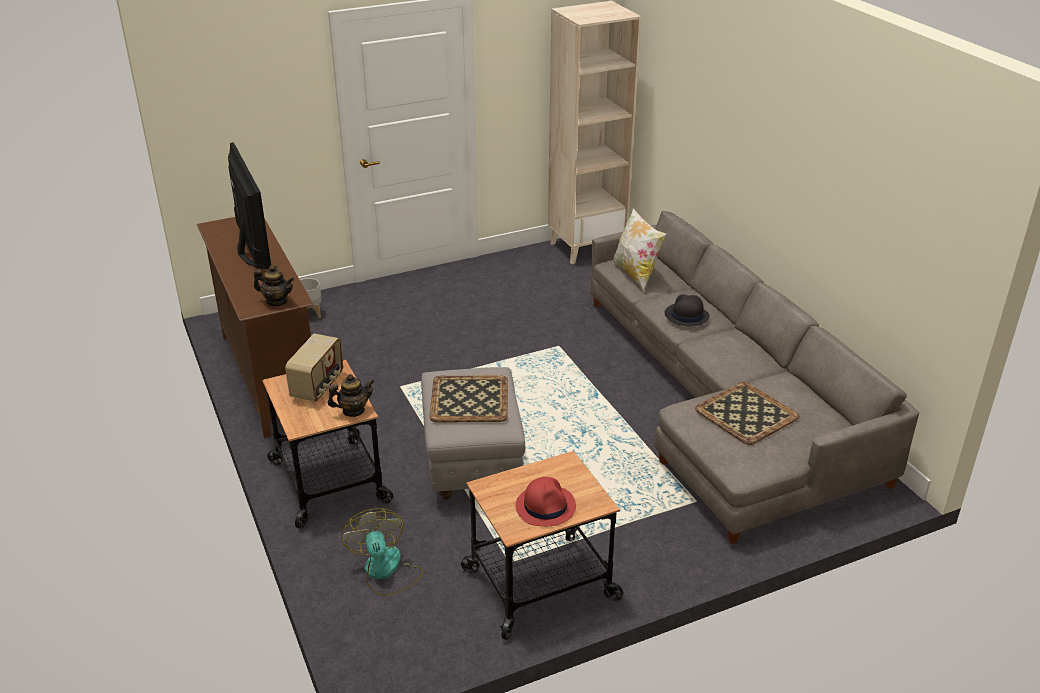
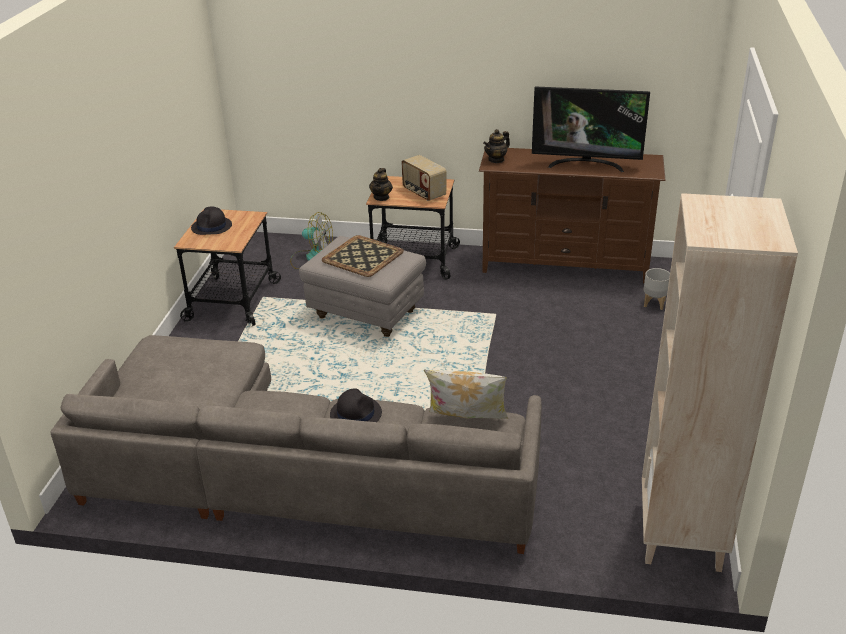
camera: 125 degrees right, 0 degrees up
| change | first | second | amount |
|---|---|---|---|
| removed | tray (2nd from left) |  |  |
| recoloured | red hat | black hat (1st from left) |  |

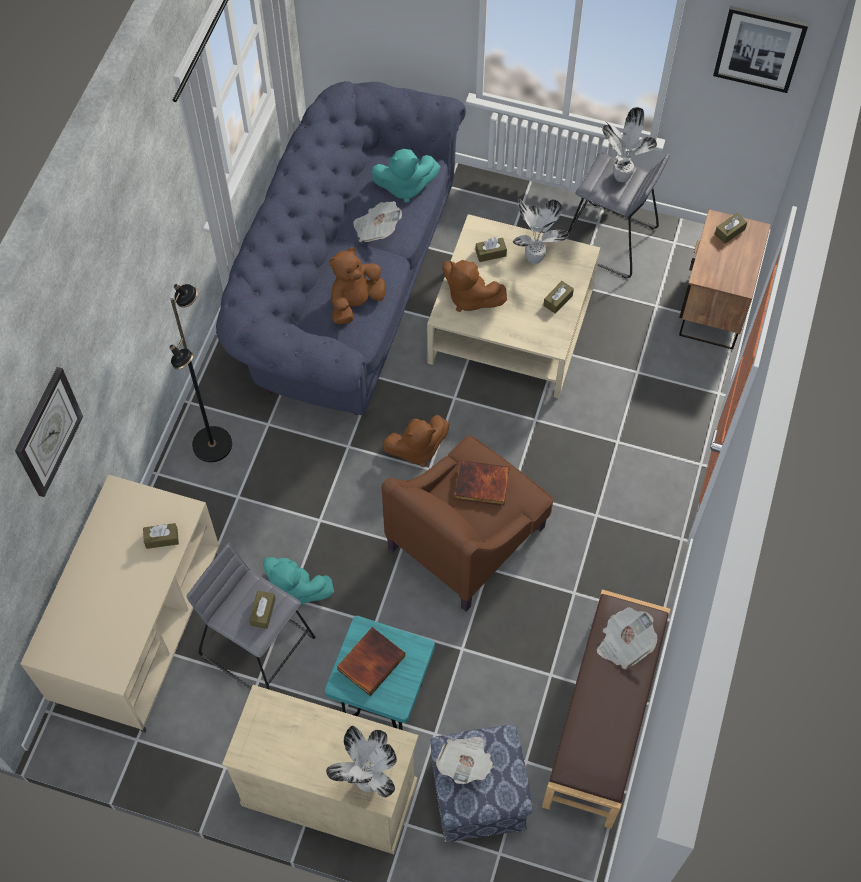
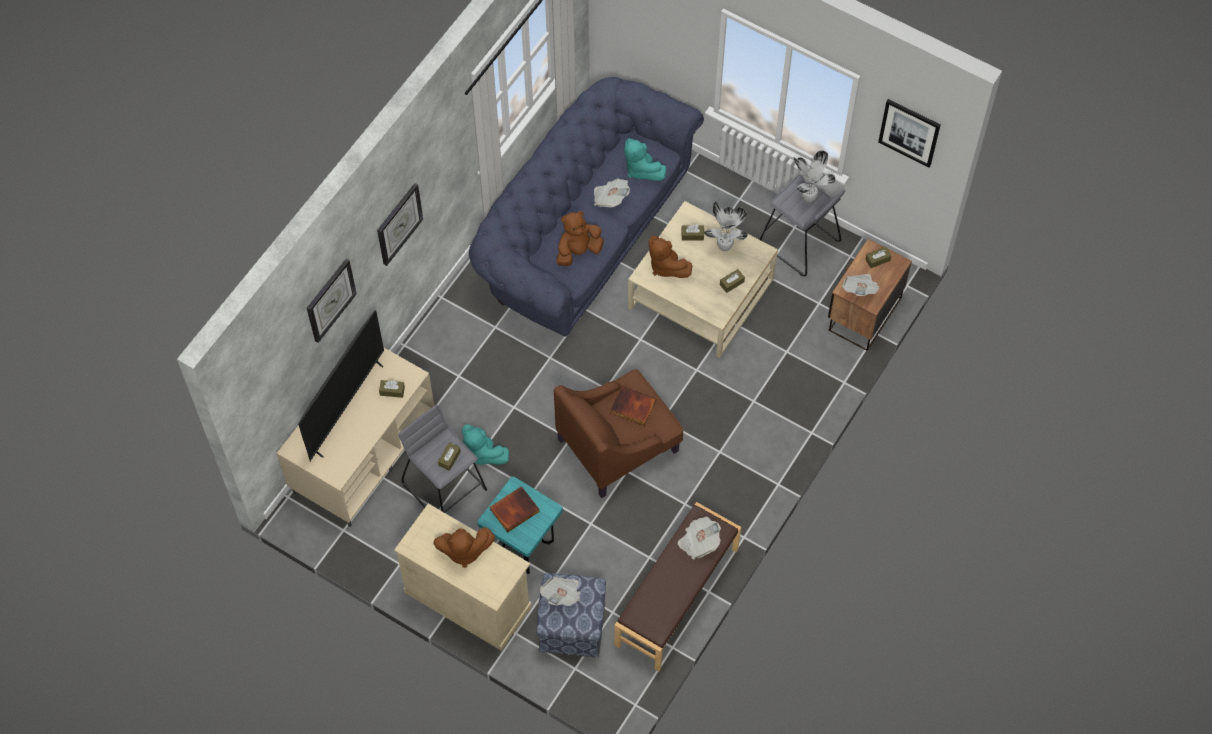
camera: 15 degrees right, 0 degrees up
| change | first | second | amount |
|---|---|---|---|
| turned | turquoise plush toy (2nd from left) |  | 45 degrees clockwise |
| removed | black floor lamp |  |  |
| moved | brown plush toy (2nd from left in the first image) | brown plush toy (1st from left) |  |
| removed | potted plant (1st from left) |  |  |
| added |  | wall clock (2nd from left) |  |
| added |  | newspaper (4th from left) |  |
| added |  | television |  |

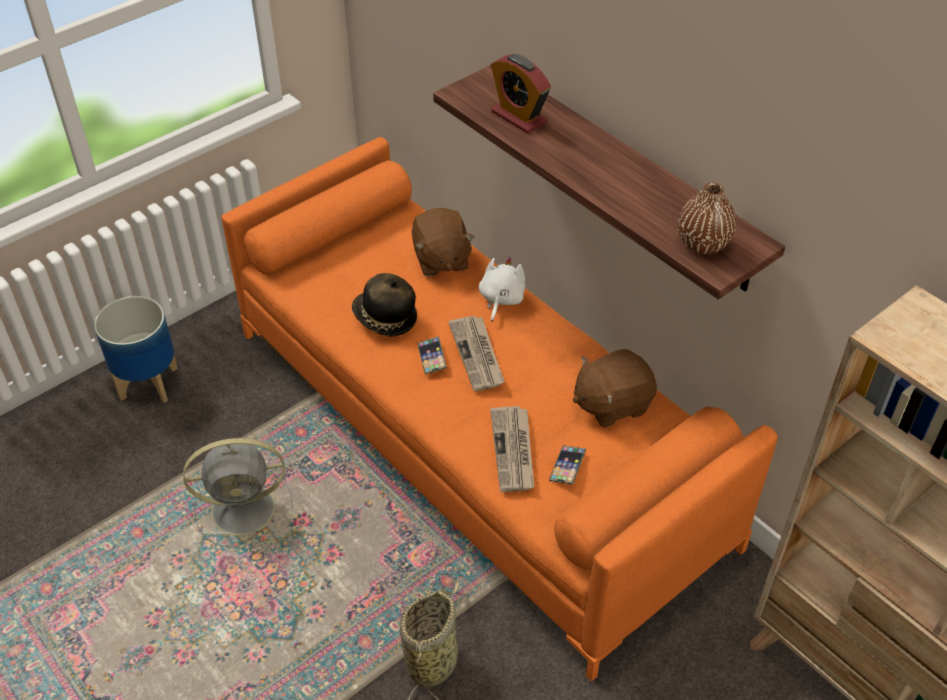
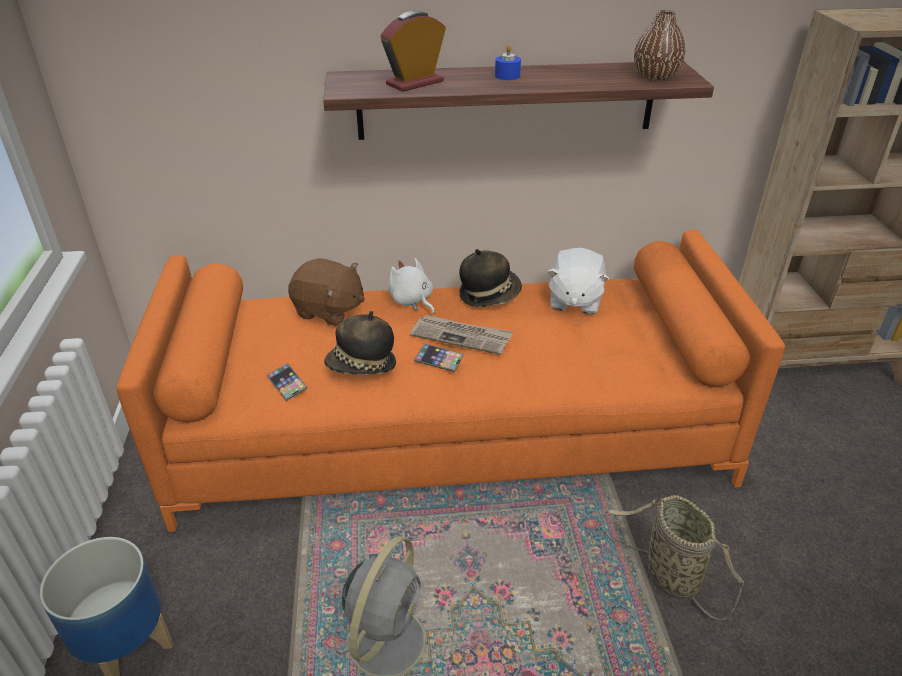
camera: 55 degrees left, 10 degrees down
| change | first | second | amount |
|---|---|---|---|
| turned | alarm clock |  | 150 degrees clockwise |
| recoloured | brown plush toy (2nd from left) | white plush toy (2nd from left) |  |
| removed | newspaper (2nd from left) |  |  |
| moved | phone (2nd from left in the first image) | phone (1st from left) |  |
| added |  | blue candle |  |
| added |  | hat (2nd from left) |  |

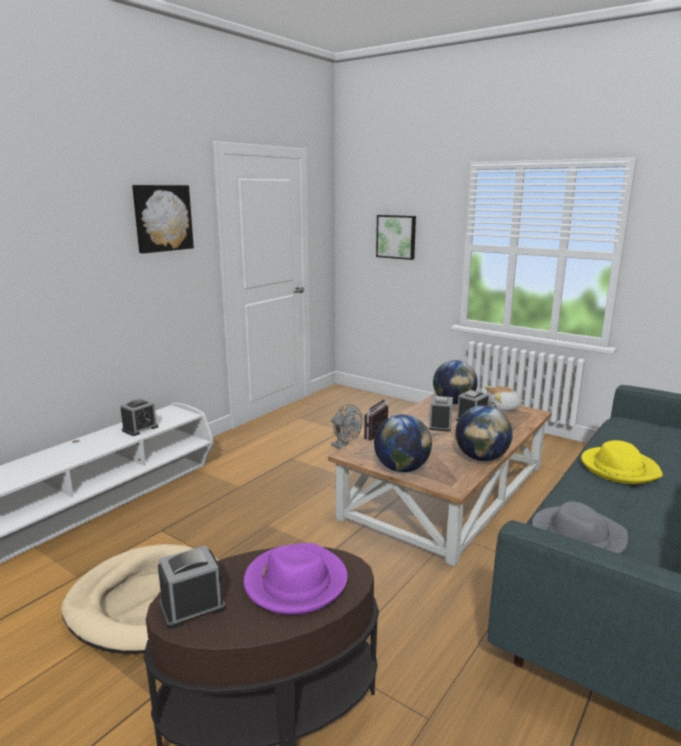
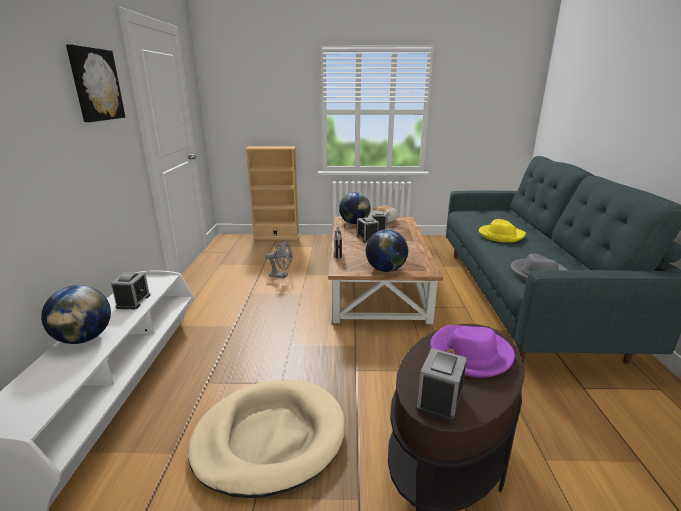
camera: 35 degrees left, 5 degrees up
| change | first | second | amount |
|---|---|---|---|
| removed | picture (2nd from left) |  |  |
| moved | globe (3rd from left in the first image) | globe (1st from left) |  |
| added |  | beige bookcase |  |

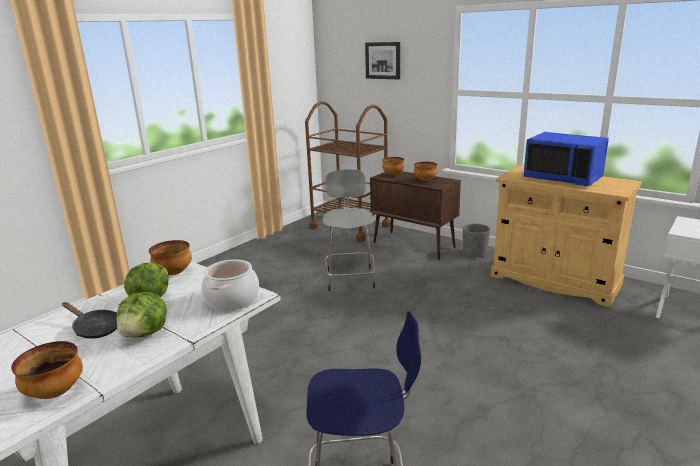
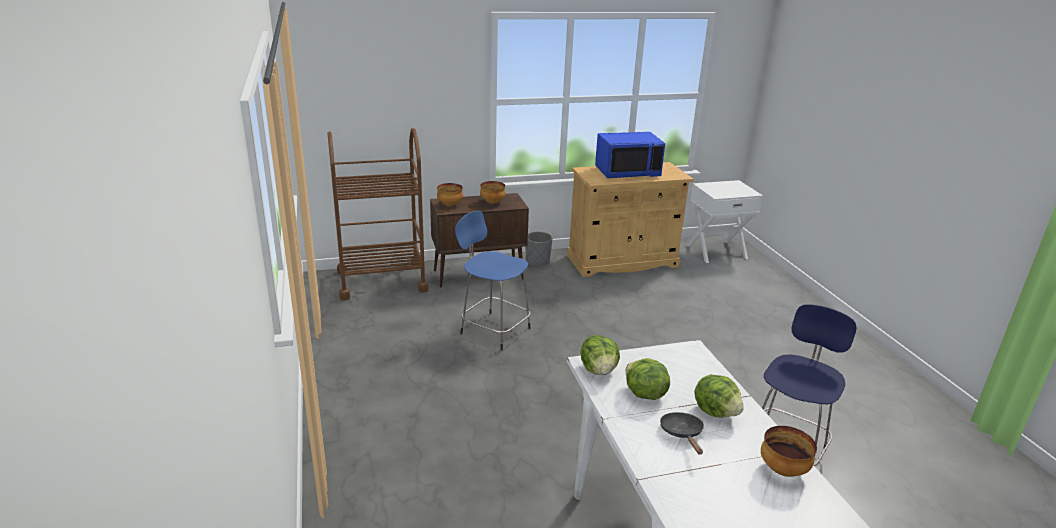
camera: 55 degrees left, 5 degrees up
| change | first | second | amount |
|---|---|---|---|
| removed | picture |  |  |
| recoloured | grey stool | blue stool (1st from left) |  |
| replaced | bowl (2nd from left) | lettuce (1st from left) |  |
| removed | cooking pot |  |  |
| turned | black frying pan |  | 75 degrees counterclockwise |

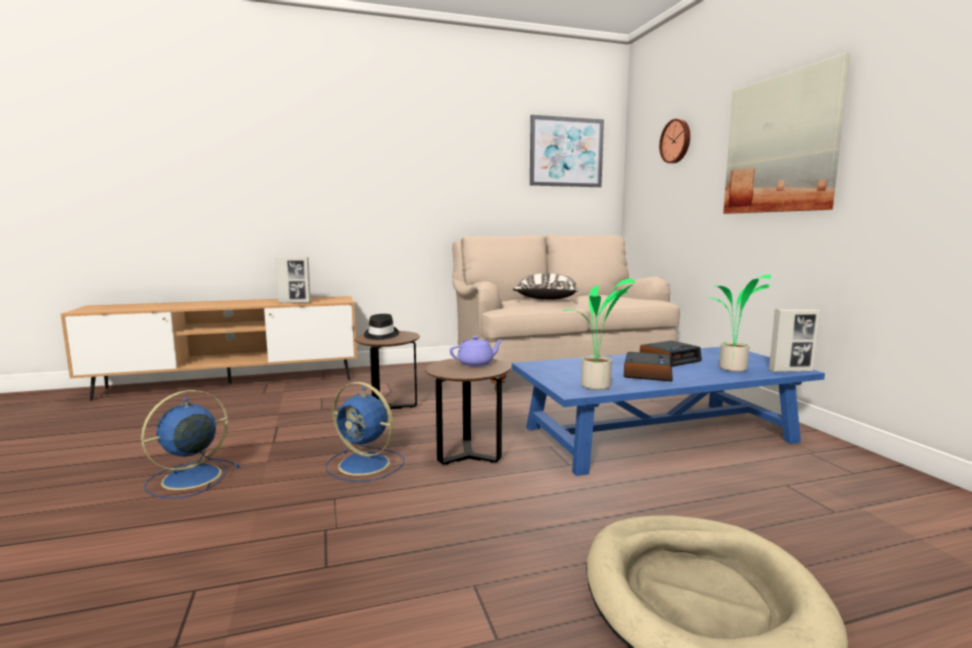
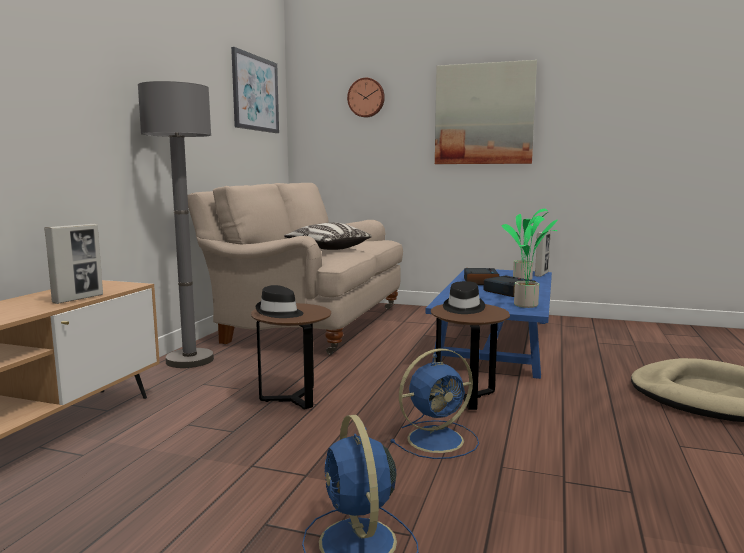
camera: 55 degrees left, 0 degrees up
| change | first | second | amount |
|---|---|---|---|
| replaced | purple teapot | black hat (2nd from left) |  |
| added |  | grey floor lamp |  |

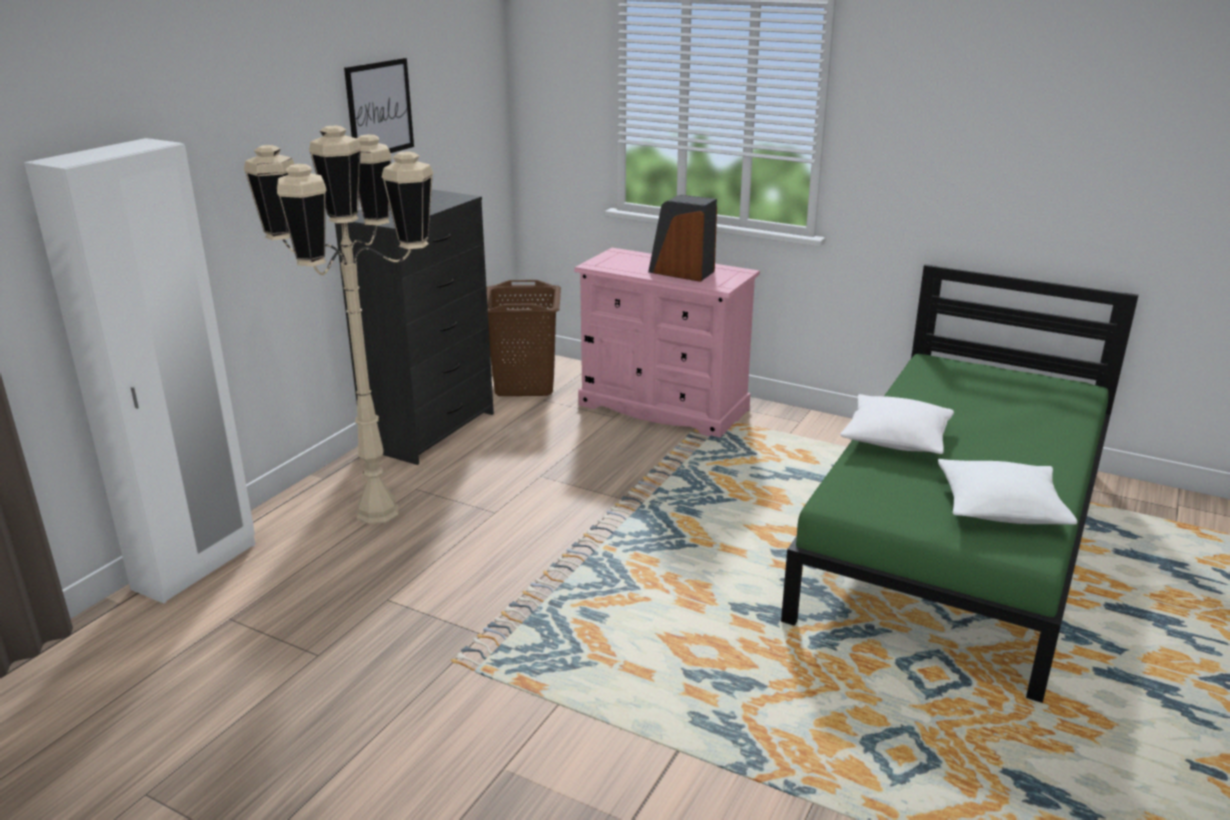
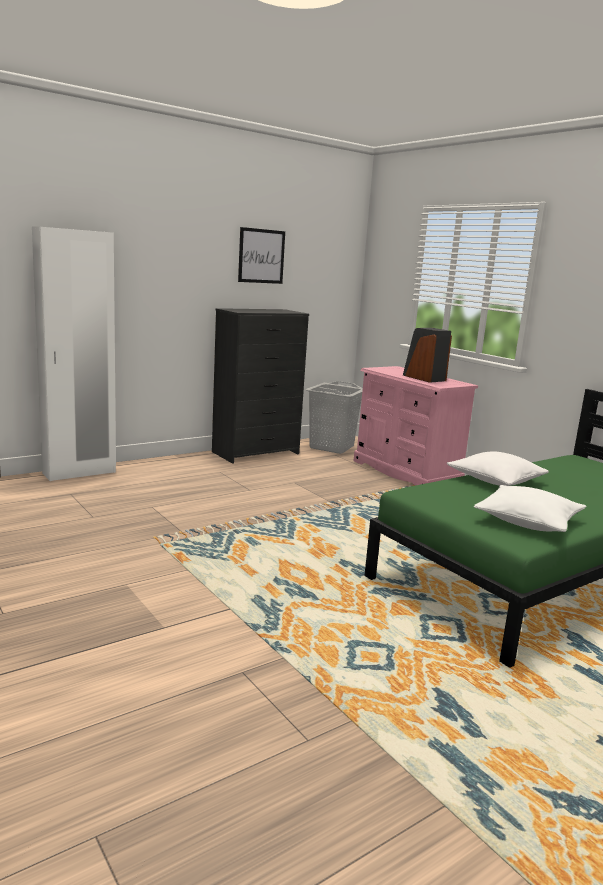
camera: 25 degrees right, 10 degrees down
| change | first | second | amount |
|---|---|---|---|
| removed | beige floor lamp |  |  |
| recoloured | brown laundry basket | grey laundry basket |  |

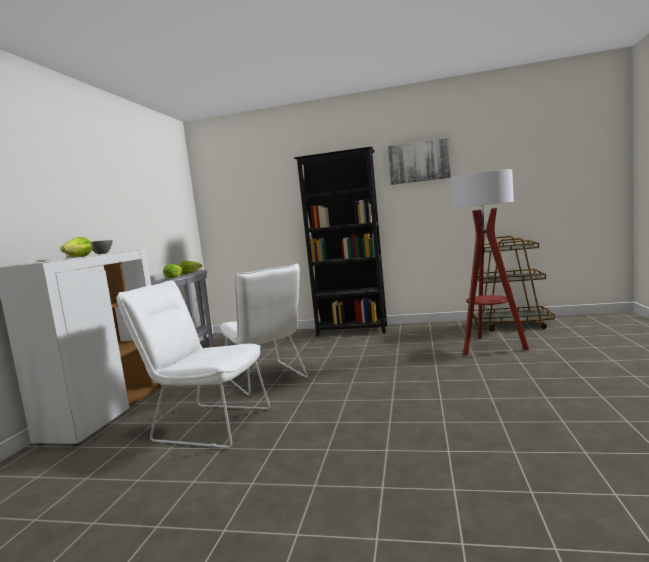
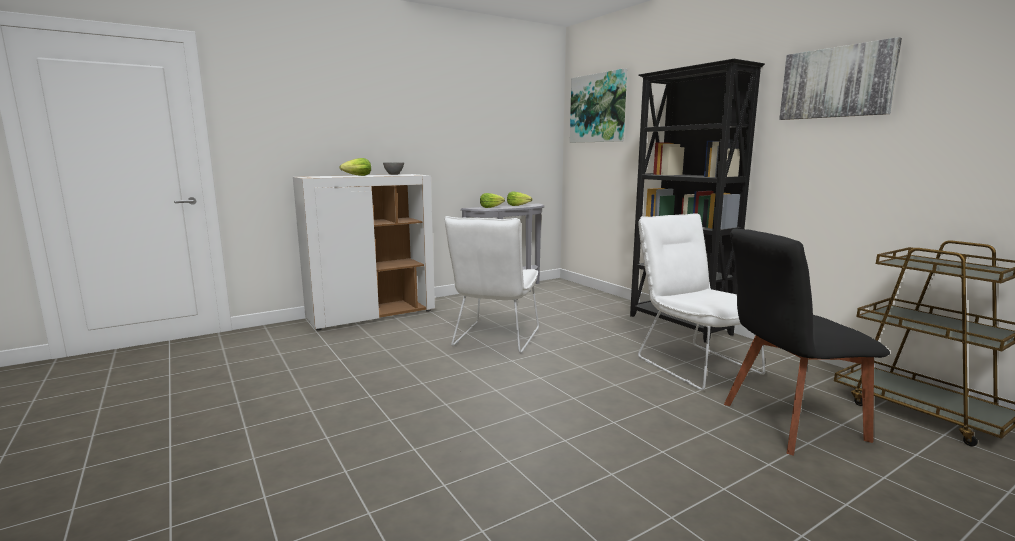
camera: 45 degrees right, 5 degrees up
| change | first | second | amount |
|---|---|---|---|
| replaced | floor lamp | black chair |  |
| moved | white chair (1st from left in the first image) | white chair (2nd from left) |  |
| added |  | picture (1st from left) |  |

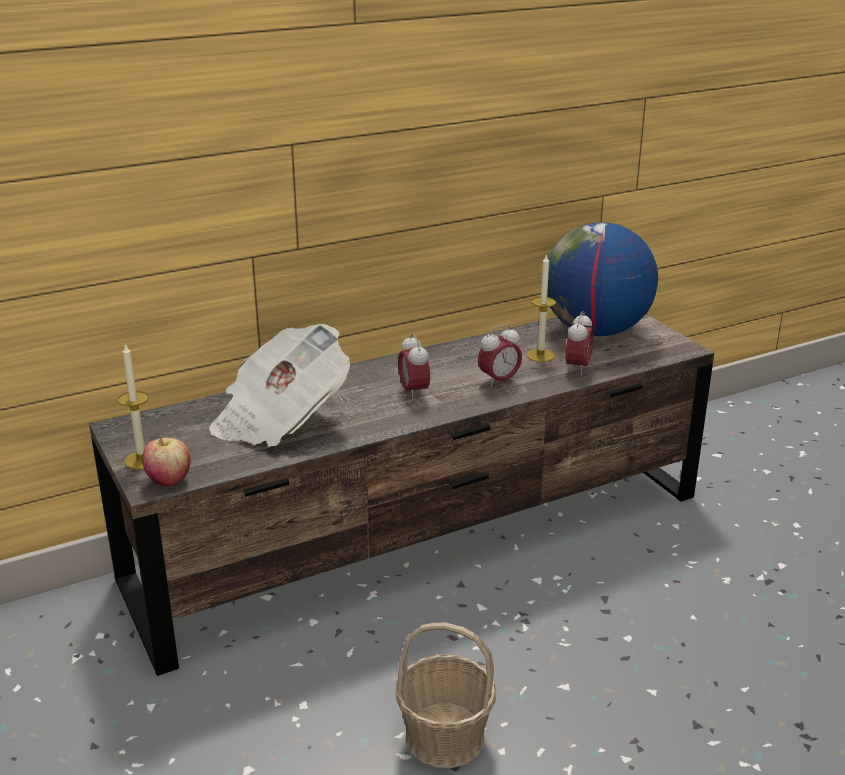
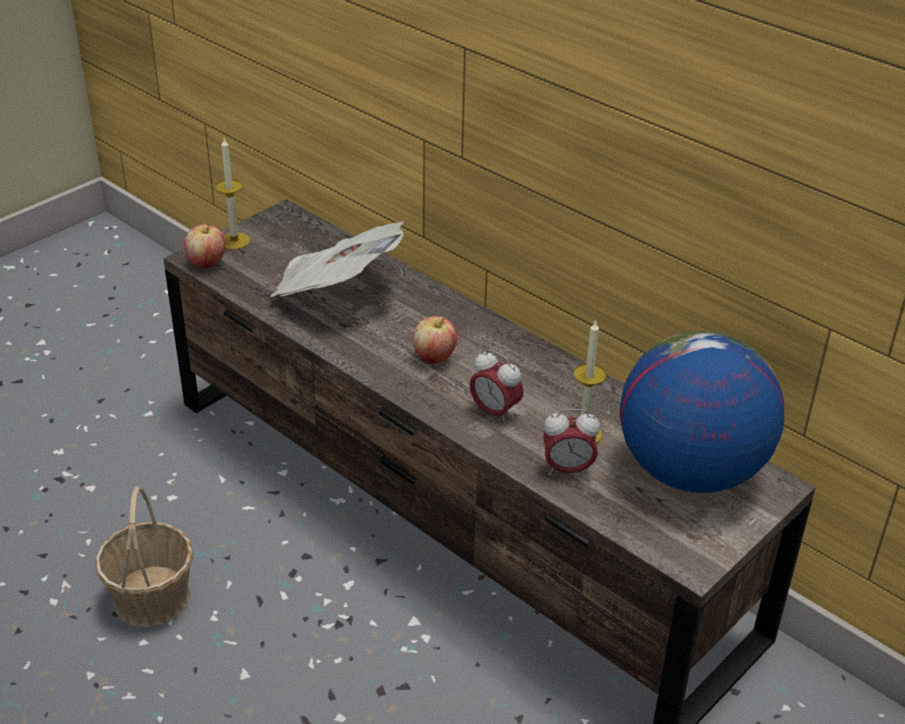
camera: 70 degrees right, 10 degrees up
| change | first | second | amount |
|---|---|---|---|
| replaced | alarm clock (1st from left) | apple (2nd from left) |  |

